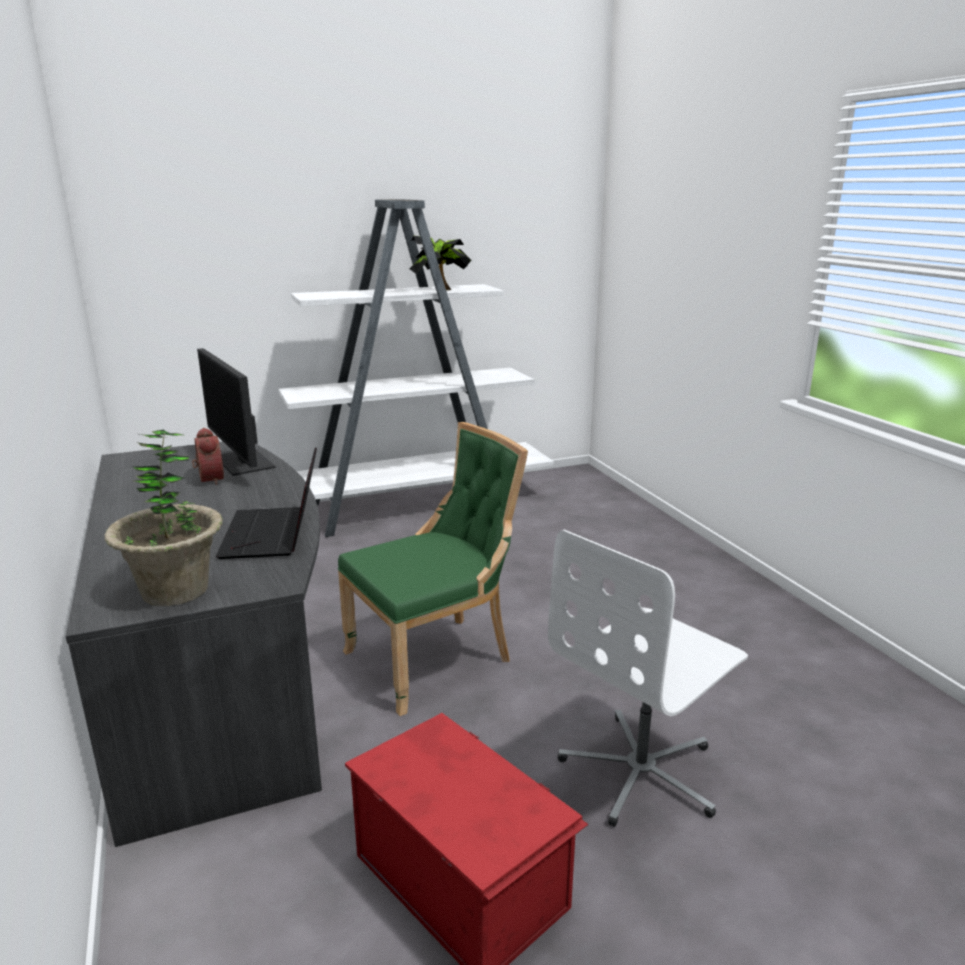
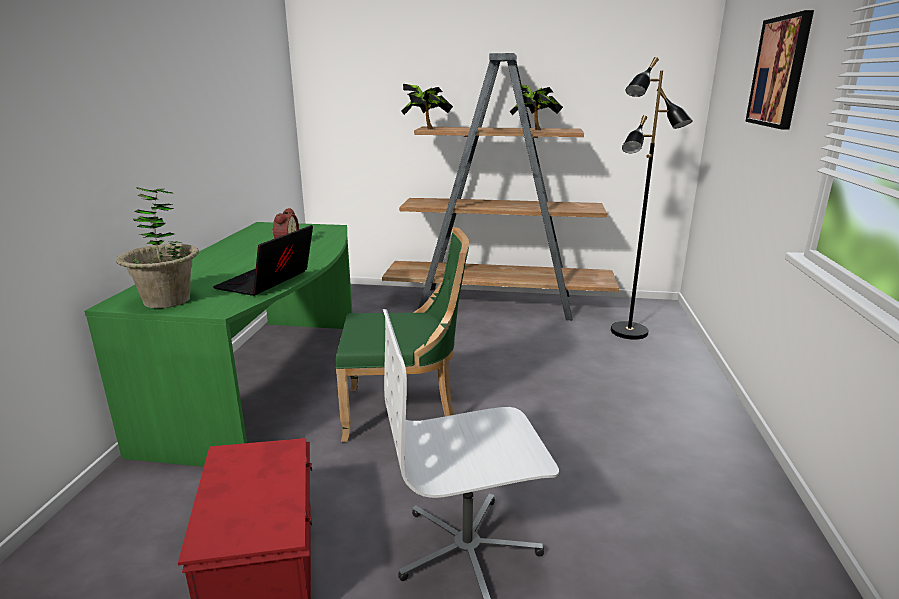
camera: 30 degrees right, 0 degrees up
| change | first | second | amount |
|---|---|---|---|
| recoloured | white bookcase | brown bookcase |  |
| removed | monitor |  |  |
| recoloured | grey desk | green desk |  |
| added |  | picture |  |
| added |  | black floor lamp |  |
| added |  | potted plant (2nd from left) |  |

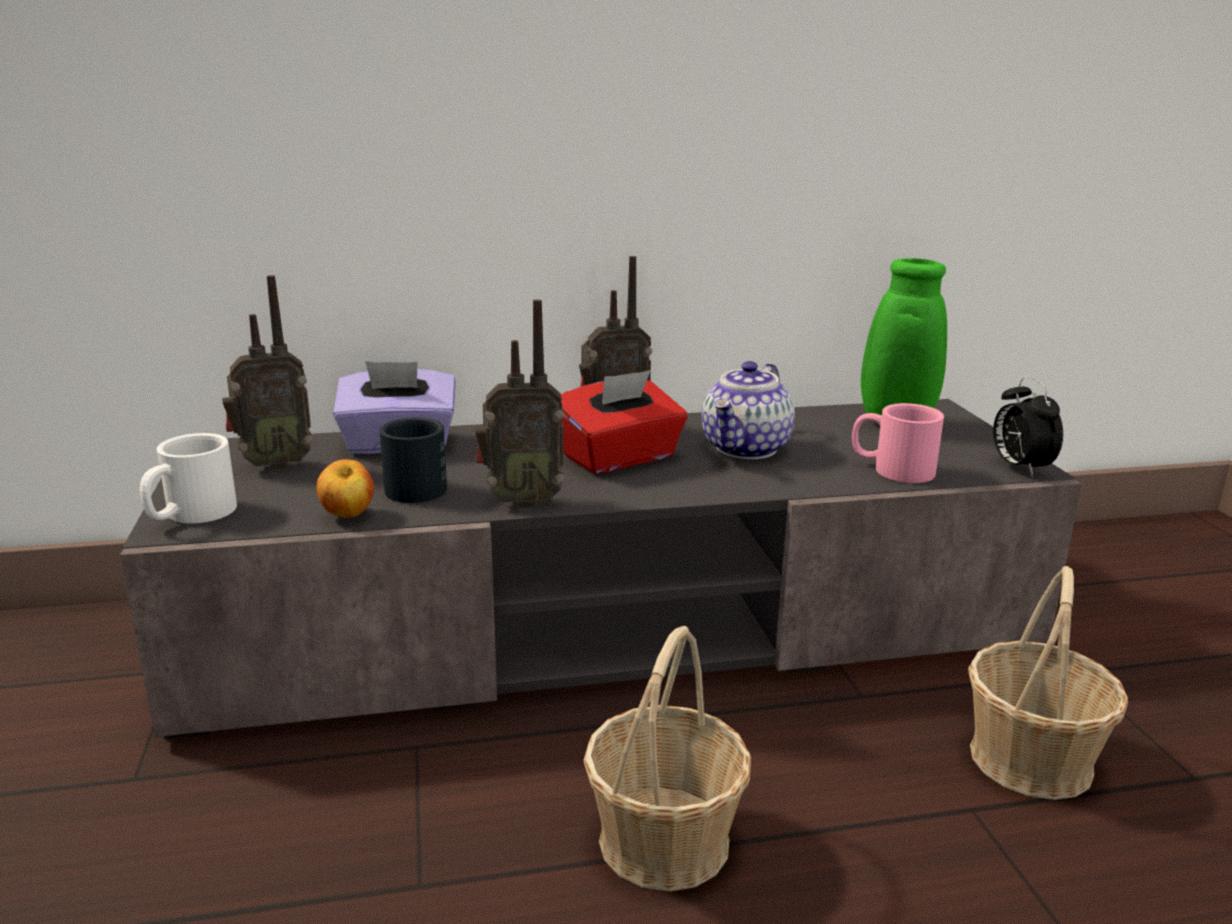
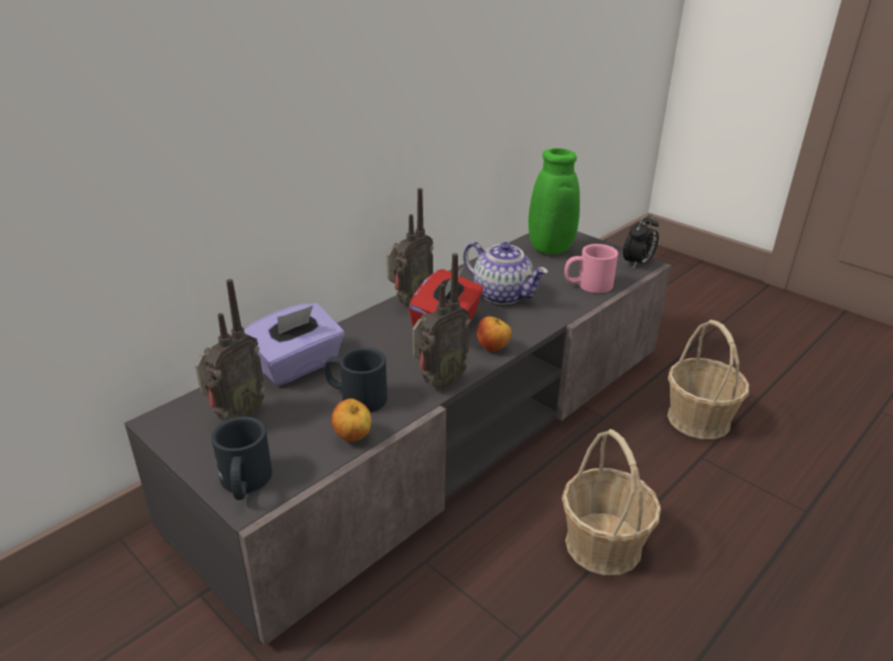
camera: 35 degrees left, 10 degrees up
| change | first | second | amount |
|---|---|---|---|
| turned | teapot |  | 45 degrees counterclockwise |
| turned | alarm clock |  | 90 degrees counterclockwise |
| recoloured | white mug | black mug (1st from left) |  |
| added |  | apple (2nd from left) |  |

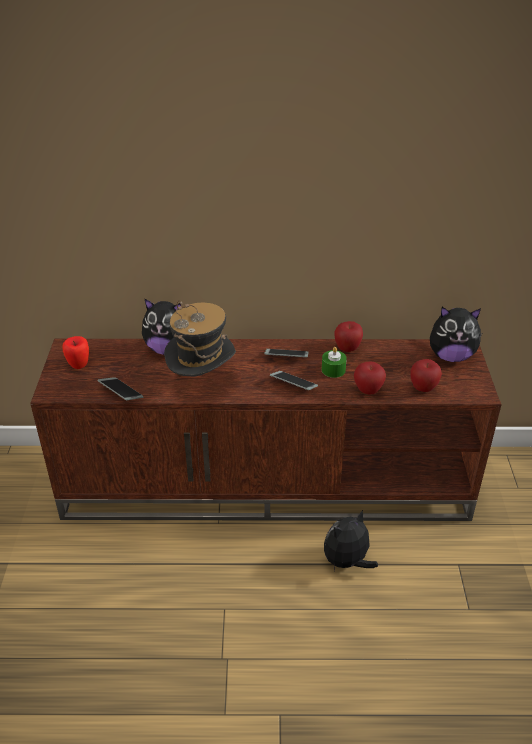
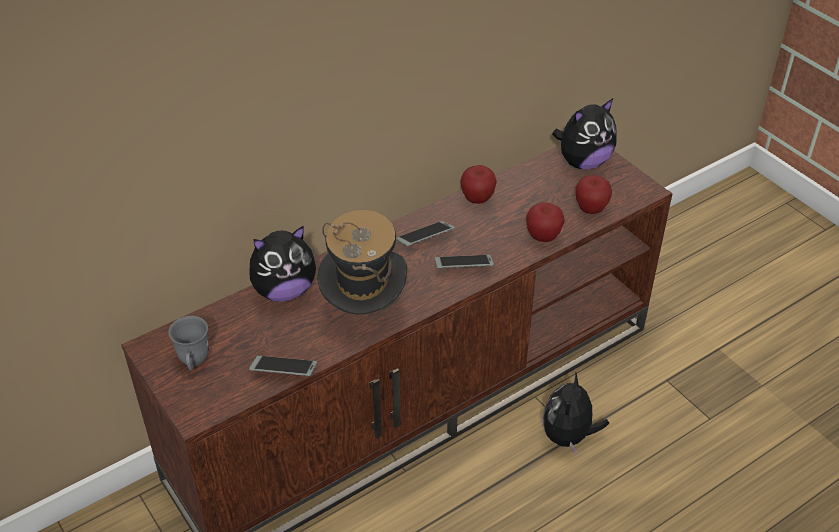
camera: 35 degrees left, 5 degrees up
| change | first | second | amount |
|---|---|---|---|
| replaced | apple (1st from left) | grey mug |  |
| removed | green candle |  |  |

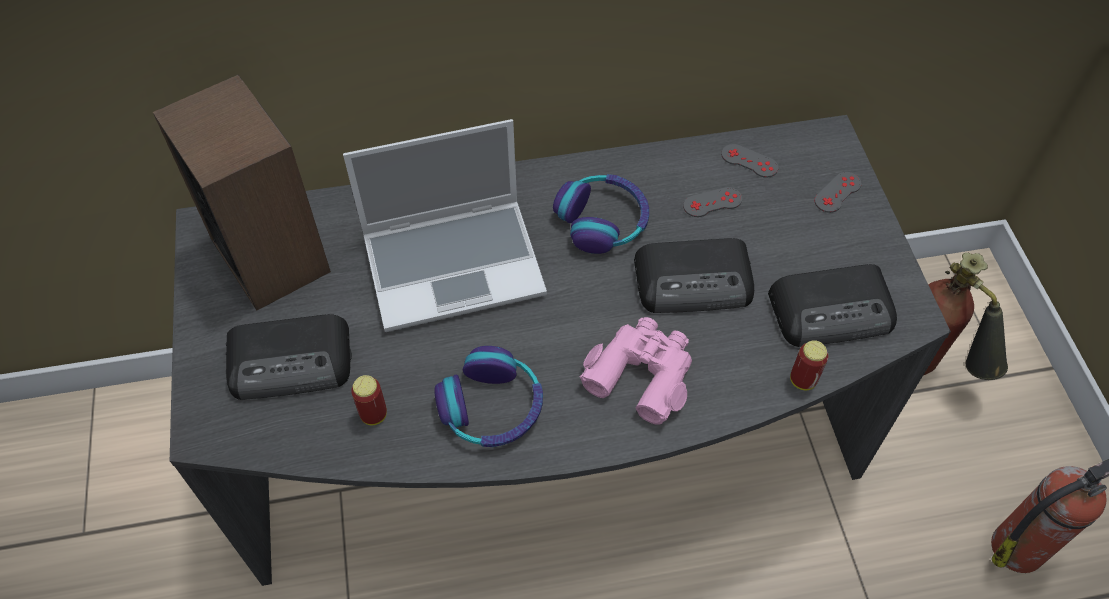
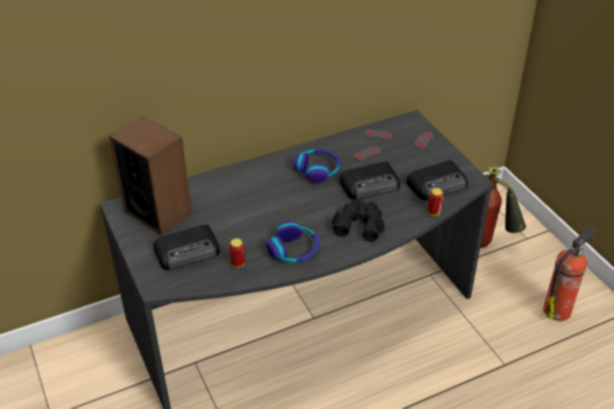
camera: 15 degrees left, 15 degrees down
| change | first | second | amount |
|---|---|---|---|
| removed | laptop |  |  |
| recoloured | pink binoculars | black binoculars |  |

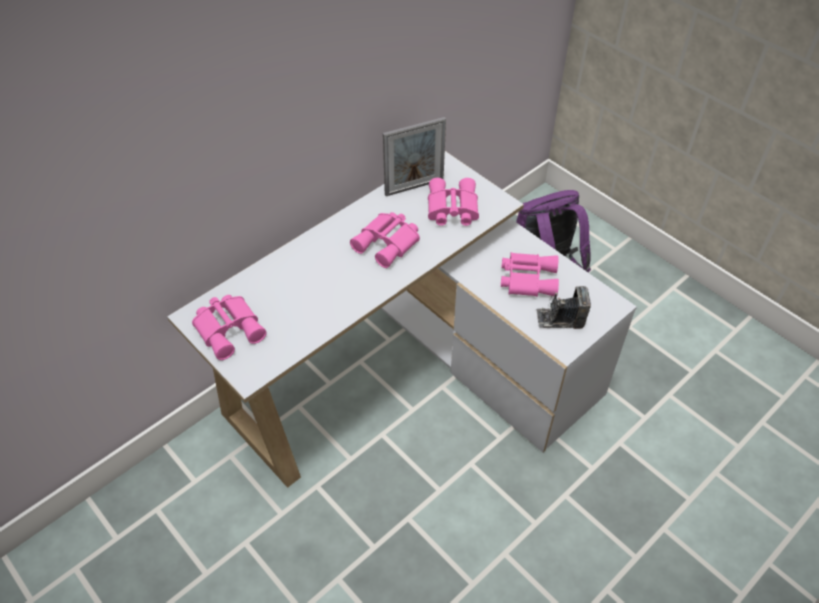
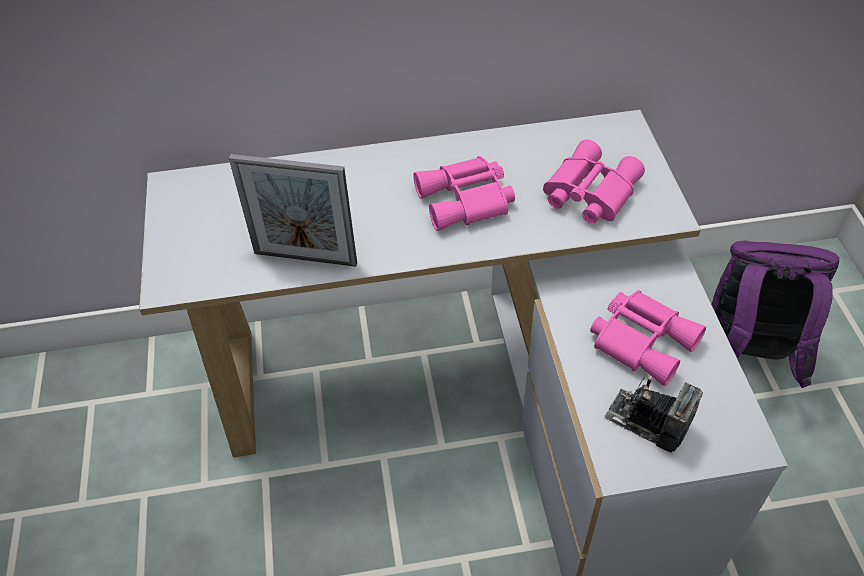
camera: 35 degrees right, 0 degrees up
| change | first | second | amount |
|---|---|---|---|
| moved | picture frame |  |  |
| removed | pink binoculars (1st from left) |  |  |

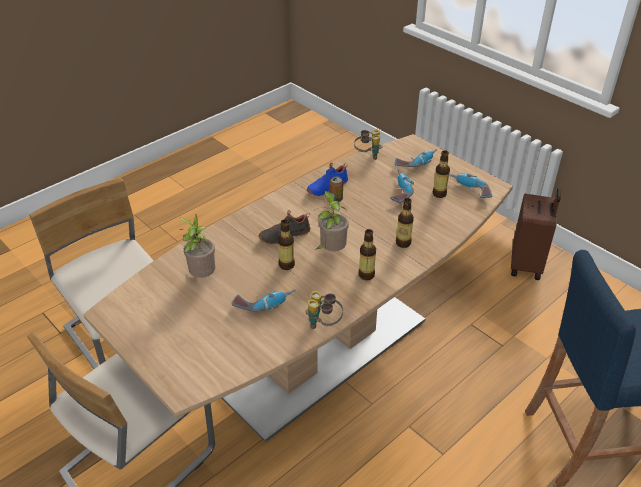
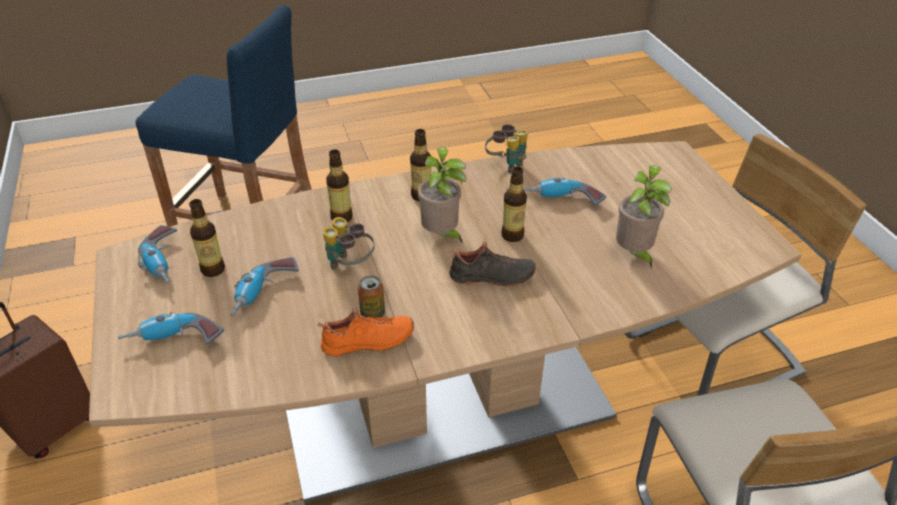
camera: 155 degrees left, 0 degrees up
| change | first | second | amount |
|---|---|---|---|
| moved | binoculars (2nd from left in the first image) | binoculars (1st from left) |  |
| recoloured | blue shoe | orange shoe |  |

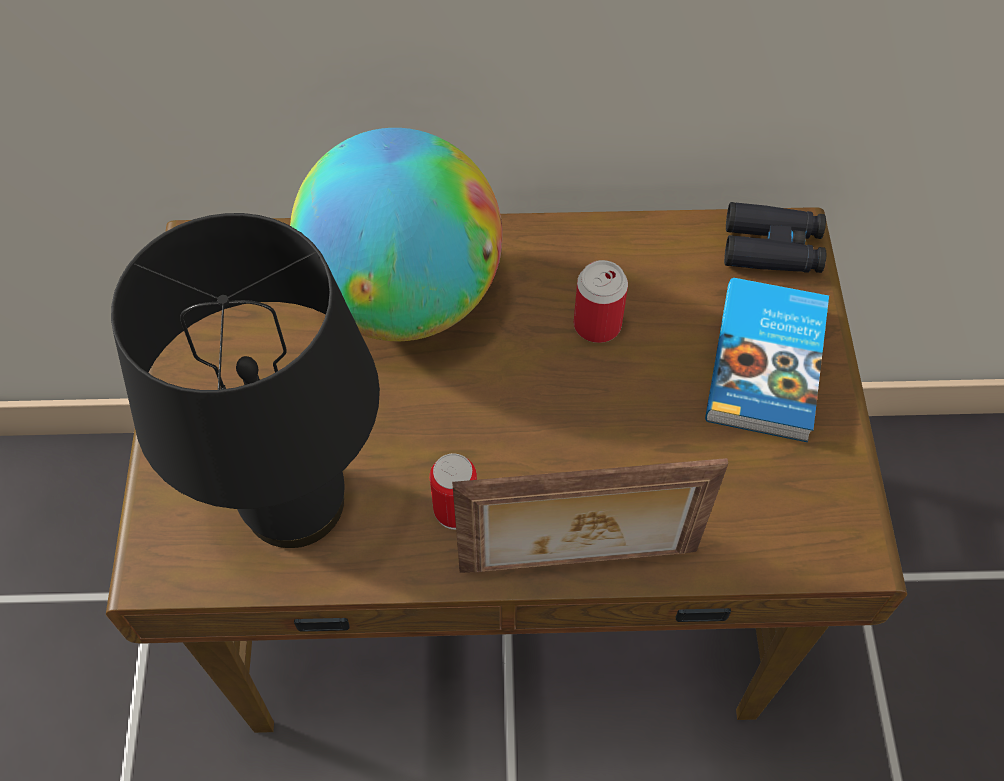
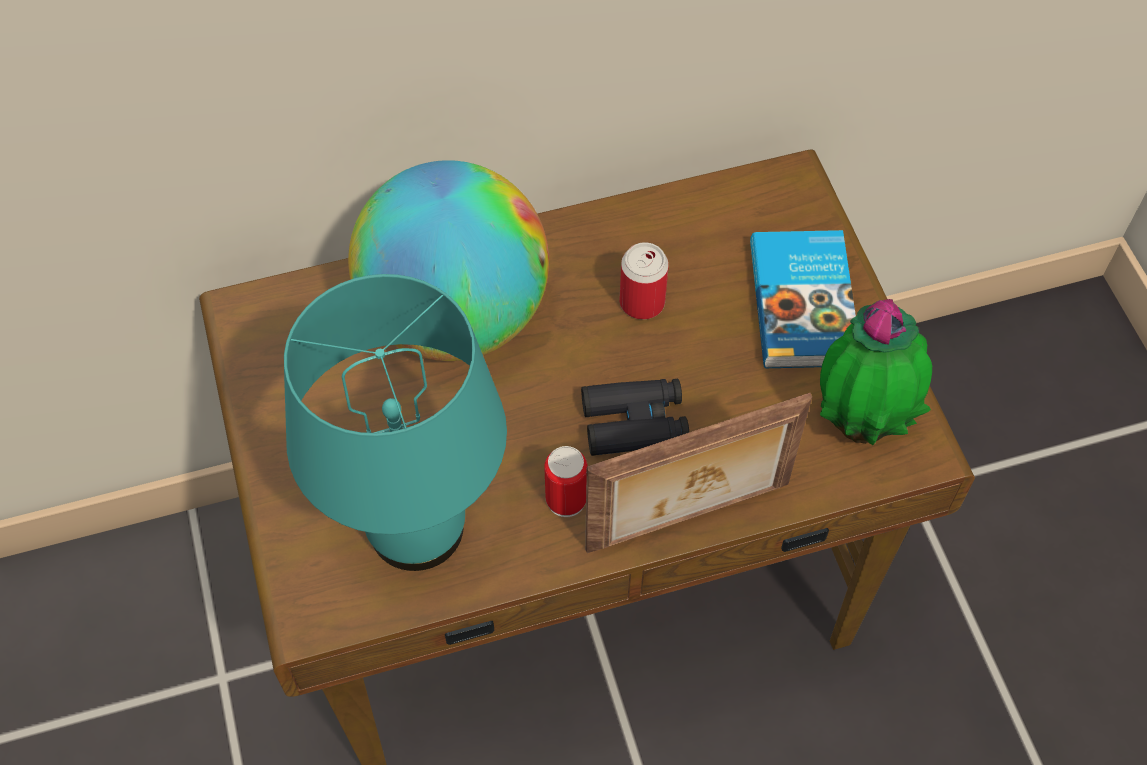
camera: 15 degrees left, 0 degrees up
| change | first | second | amount |
|---|---|---|---|
| moved | black binoculars |  |  |
| recoloured | black table lamp | turquoise table lamp |  |
| added |  | potted plant |  |

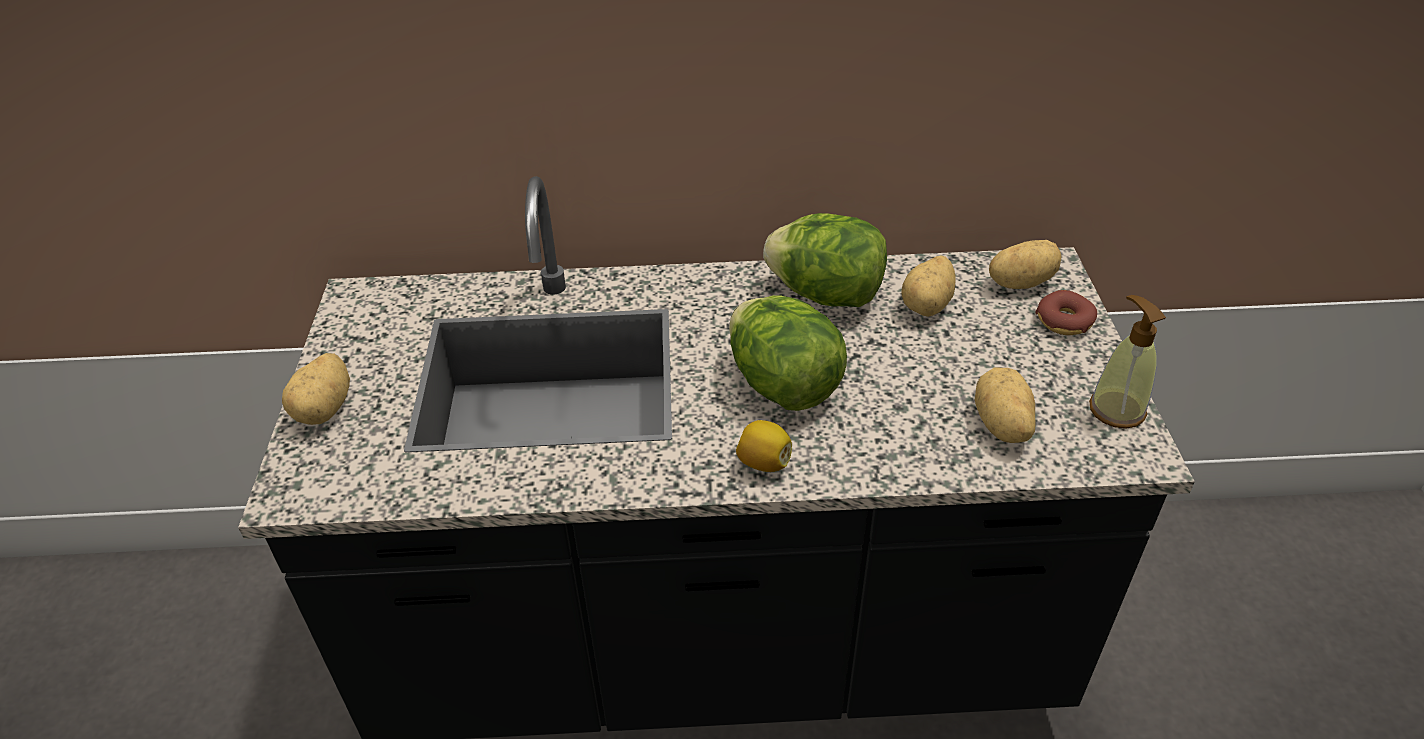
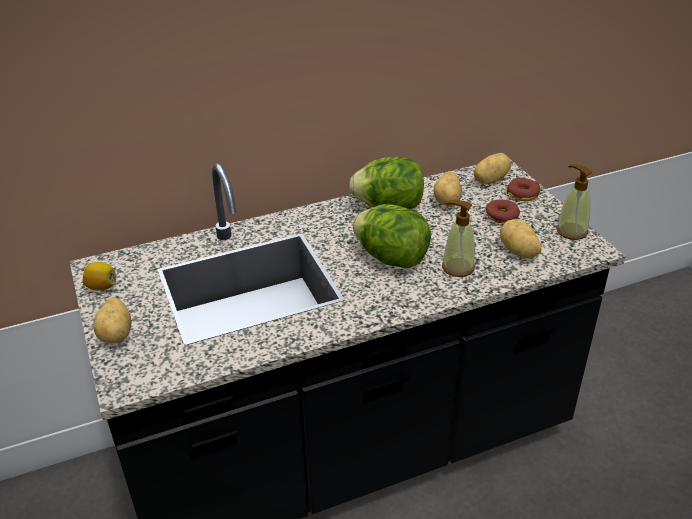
camera: 20 degrees left, 5 degrees down
| change | first | second | amount |
|---|---|---|---|
| moved | lemon |  |  |
| added |  | donut (1st from left) |  |
| added |  | soap dispenser (1st from left) |  |

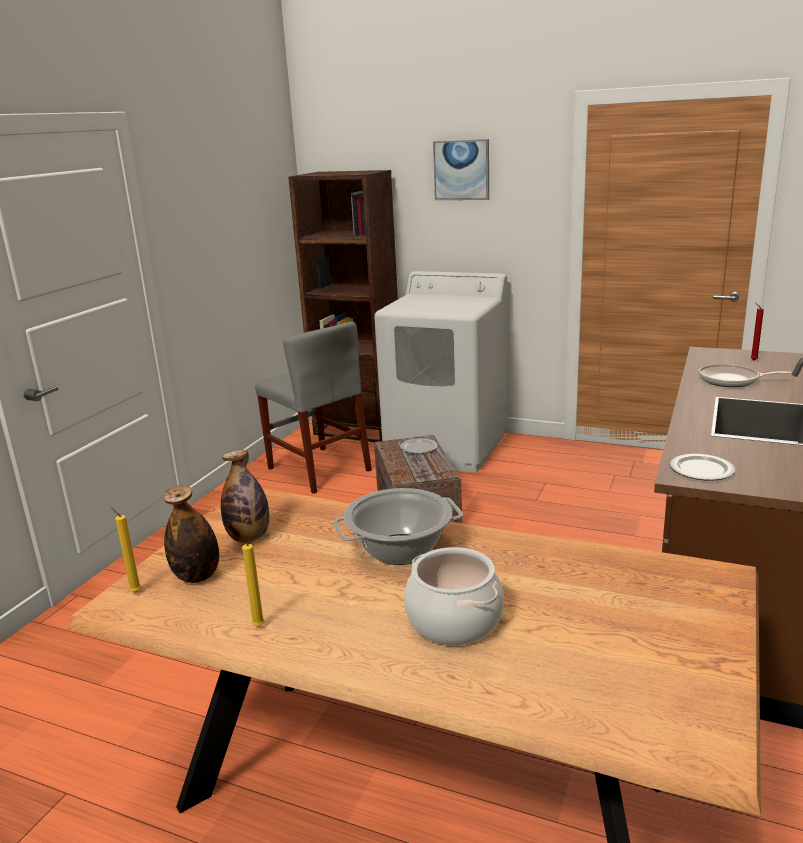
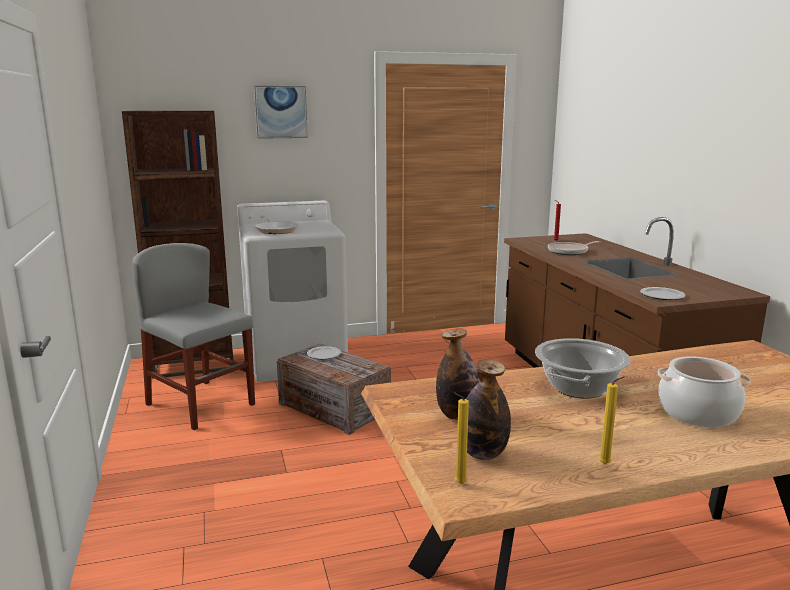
camera: 40 degrees left, 5 degrees down
| change | first | second | amount |
|---|---|---|---|
| turned | grey chair |  | 150 degrees counterclockwise |
| added |  | frying pan (1st from left) |  |

